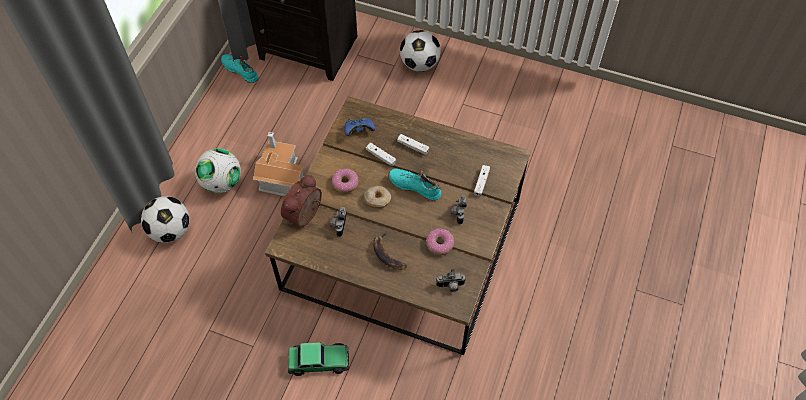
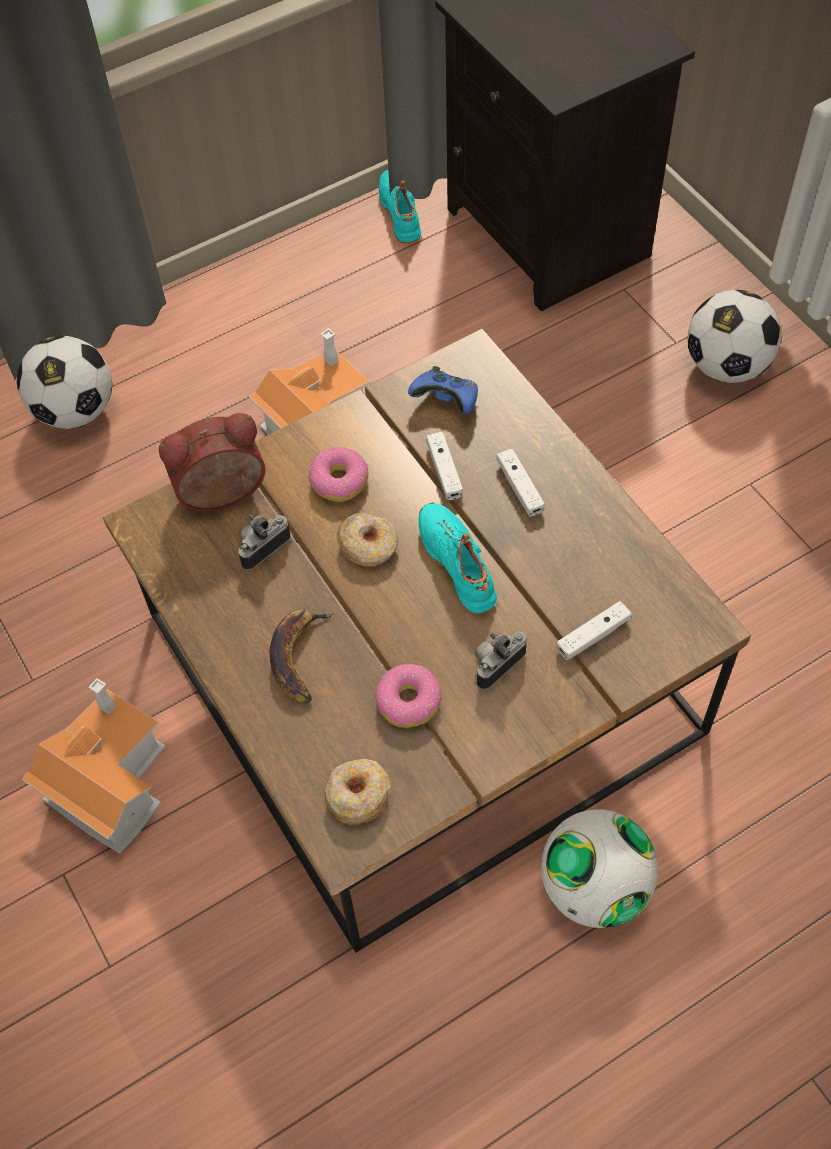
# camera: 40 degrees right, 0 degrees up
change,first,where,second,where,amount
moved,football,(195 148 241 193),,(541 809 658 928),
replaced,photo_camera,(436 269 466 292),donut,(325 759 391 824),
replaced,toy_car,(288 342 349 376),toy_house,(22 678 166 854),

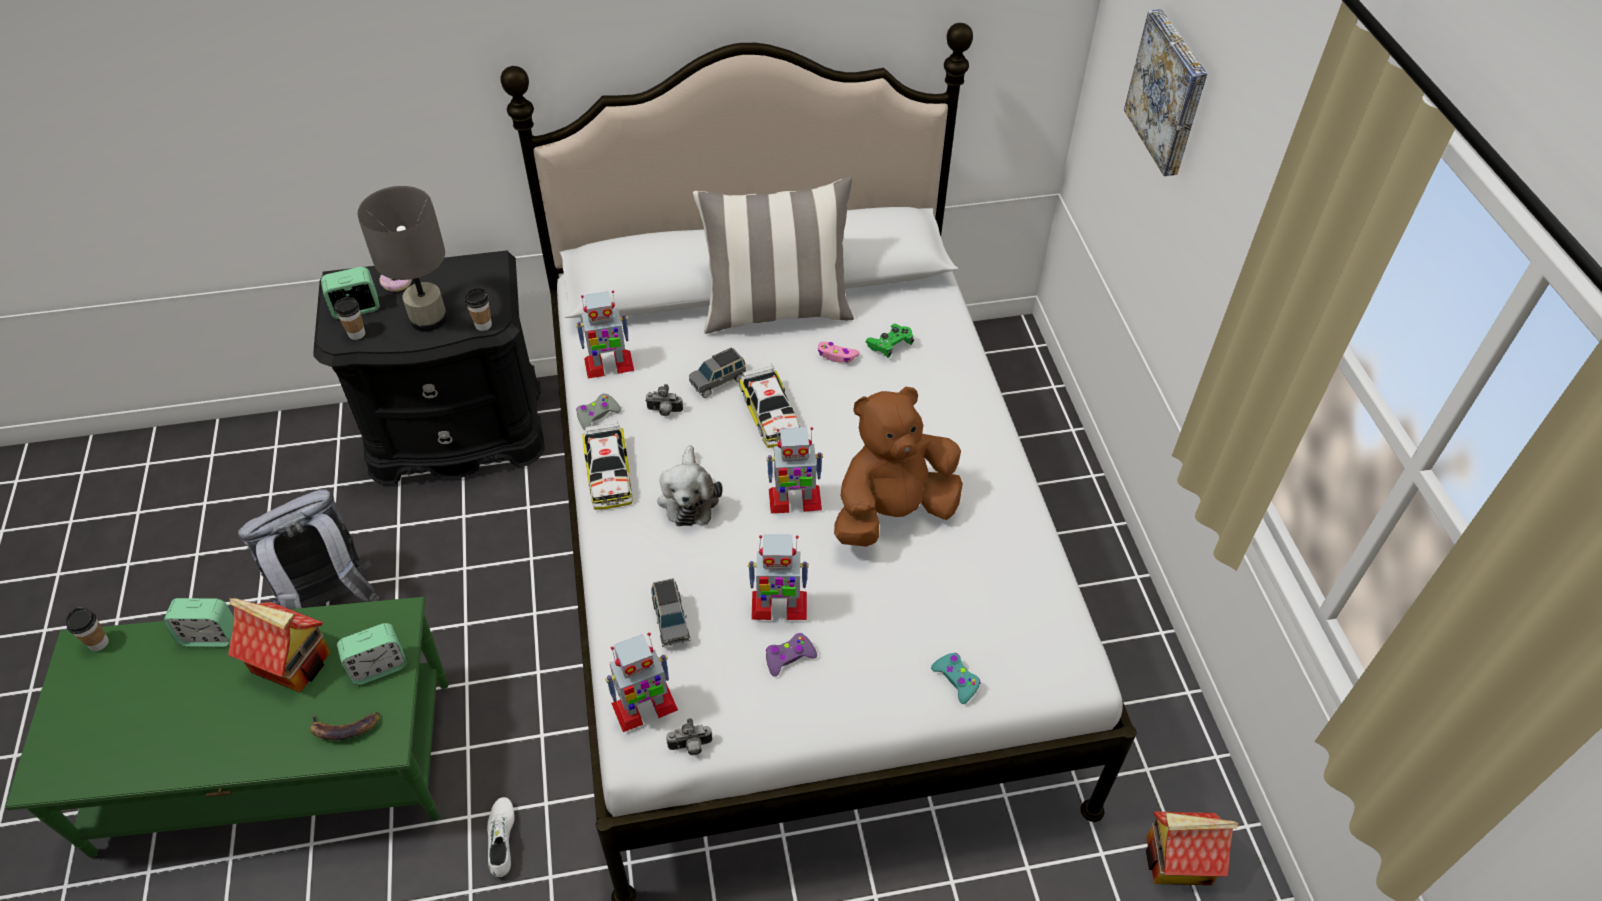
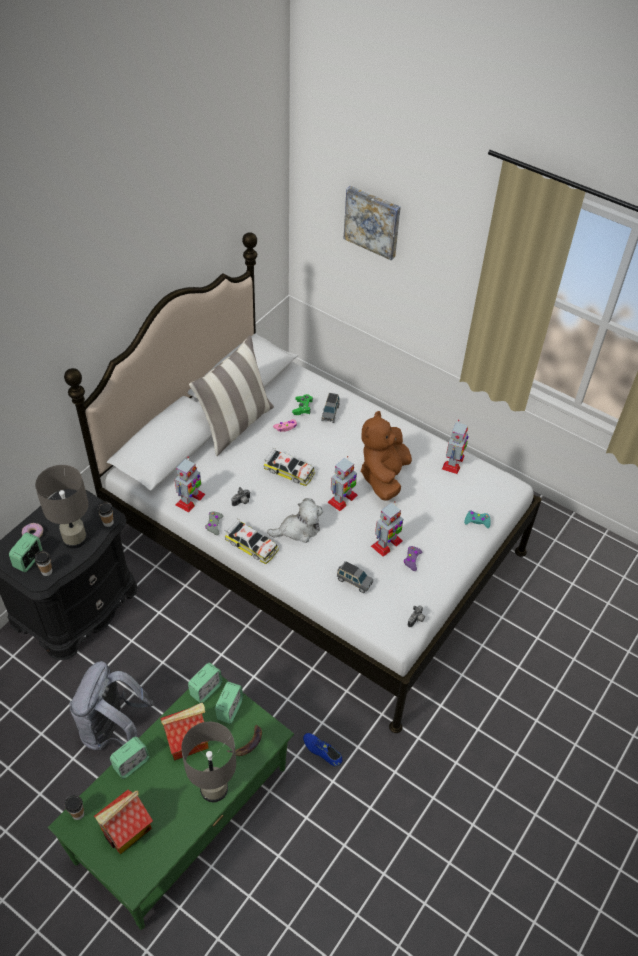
# camera: 45 degrees left, 0 degrees up
change,first,where,second,where,amount
moved,grey_toy_car,(689 348 746 398),,(321 393 340 423),
turned,plush_toy,(657 445 723 526),,(267 498 323 543),60 degrees counterclockwise
moved,toy_robot,(605 633 678 732),,(442 420 469 474),
recoloured,white_shoe,(487 797 515 878),blue_shoe,(303 733 342 767),
moved,toy_house,(1146 811 1239 885),,(94 790 153 855),
added,,,alarm_clock,(188 663 222 703),
added,,,grey_table_lamp,(181 722 236 802),

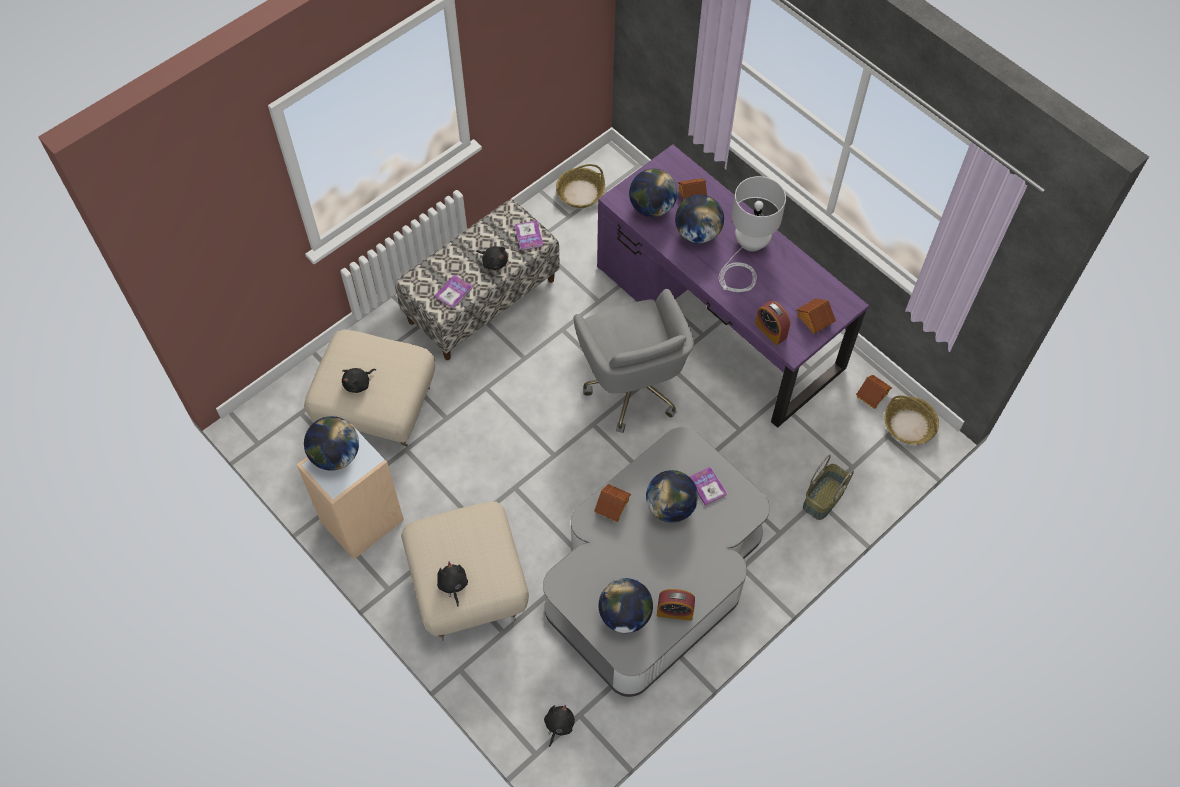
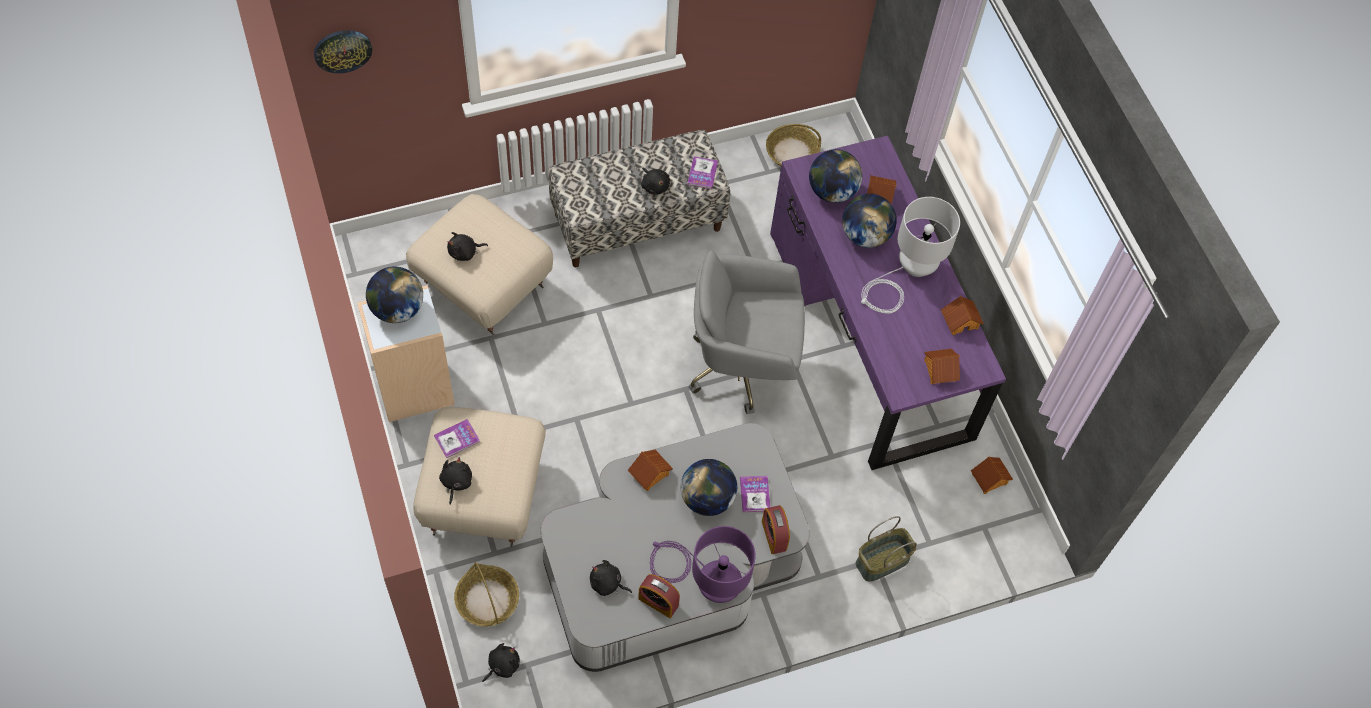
# camera: 20 degrees right, 0 degrees up
change,first,where,second,where,amount
moved,book,(435 275 473 309),,(434 419 480 458),
turned,grey_office_chair,(574 289 694 433),,(689 251 805 414),90 degrees clockwise
moved,alarm_clock,(755 301 790 345),,(762 505 790 554),
moved,basket,(884 395 939 445),,(454 562 519 626),
replaced,globe,(598 578 653 633),black_plush_toy,(590 560 632 596),
added,,,wall_clock,(314 30 372 73),
added,,,toy_house,(941 296 984 335),
added,,,purple_table_lamp,(650 526 756 603),

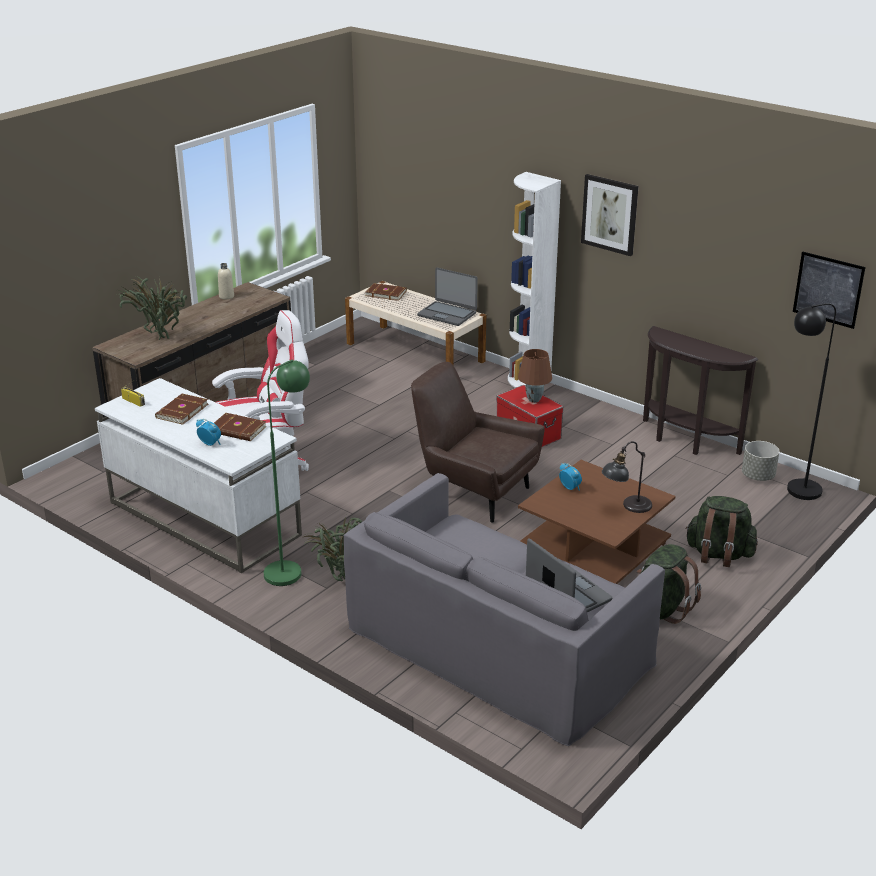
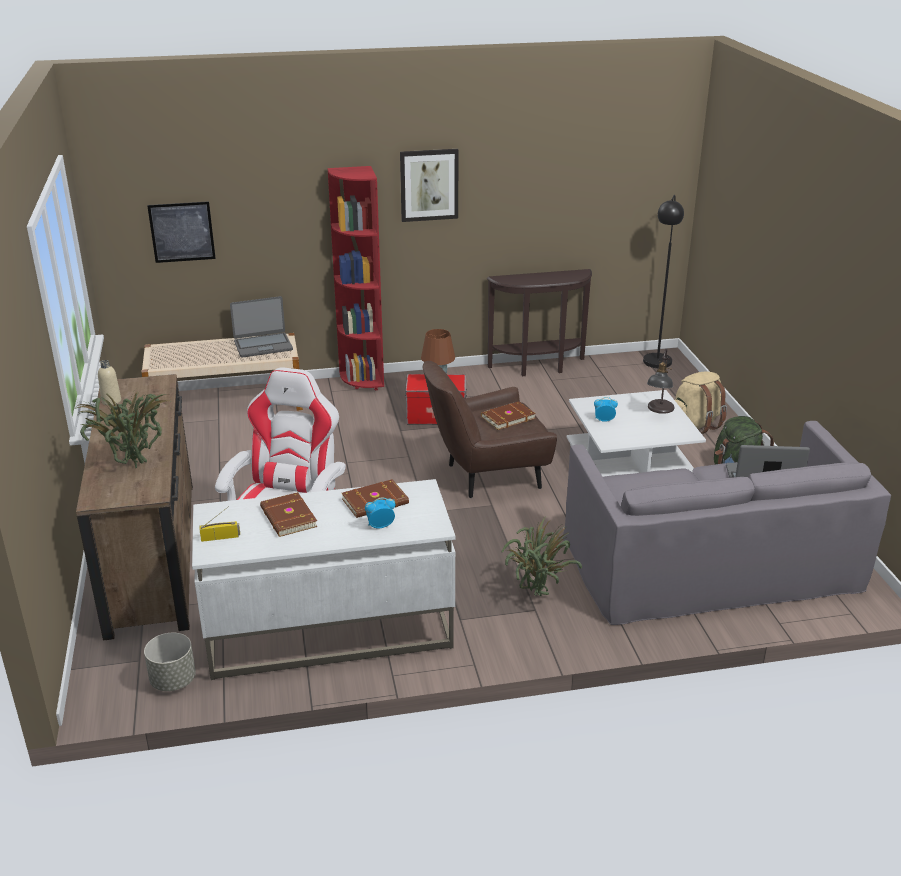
# camera: 50 degrees left, 0 degrees up
change,first,where,second,where,amount
recoloured,white_bookcase,(508 172 561 388),red_bookcase,(328 166 384 390),
moved,picture,(793 252 866 329),,(147 201 216 263),
moved,brown_book,(365 283 407 301),,(481 401 536 430),
removed,green_floor_lamp,(264 360 310 586),,,
moved,grey_planter,(742 441 780 481),,(144 633 196 691),
recoloured,brown_coffee_table,(518 460 676 584),white_coffee_table,(567 390 706 477),
recoloured,green_backpack,(686 496 758 567),beige_backpack,(675 371 727 434),

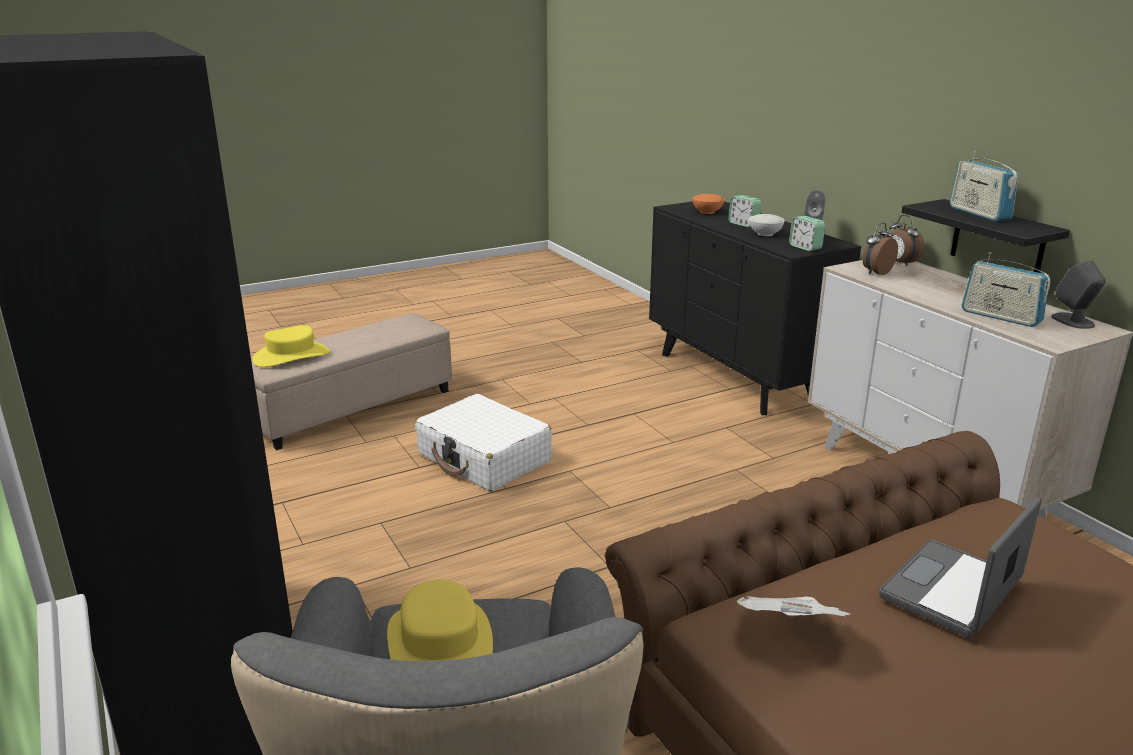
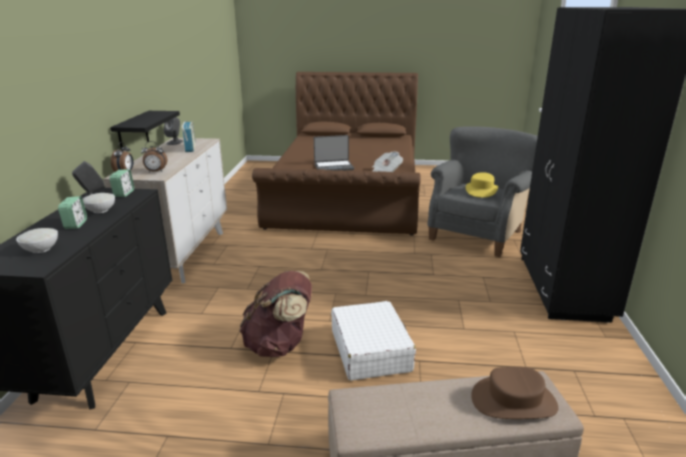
# camera: 145 degrees left, 0 degrees up
change,first,where,second,where,amount
removed,radio,(950 151 1019 221),,,
recoloured,orange_bowl,(692 194 725 214),white_bowl,(16 228 58 253),
recoloured,yellow_hat,(252 325 330 367),brown_hat,(471 367 559 419),
added,,,brown_backpack,(239 271 312 357),

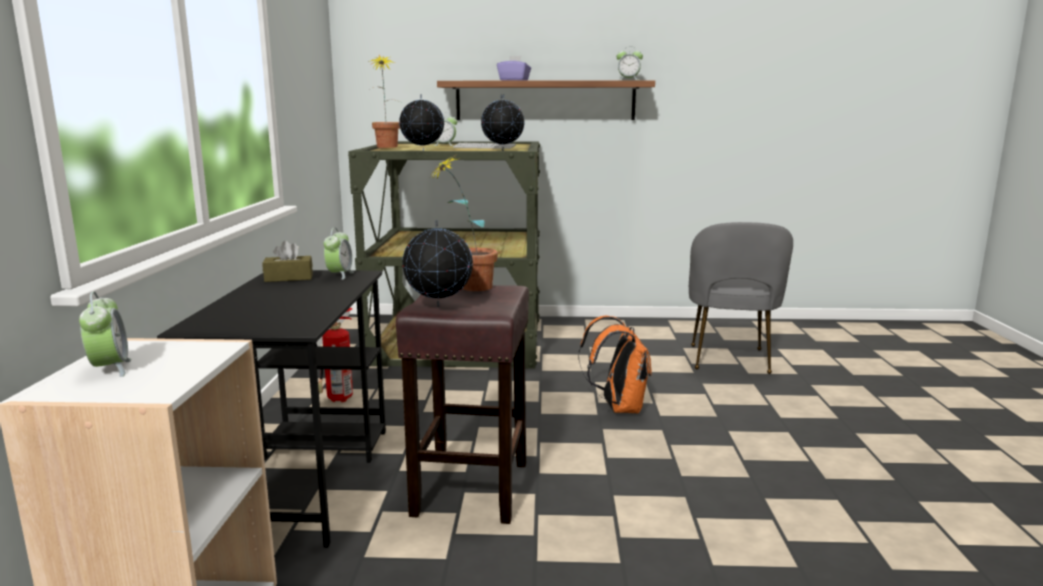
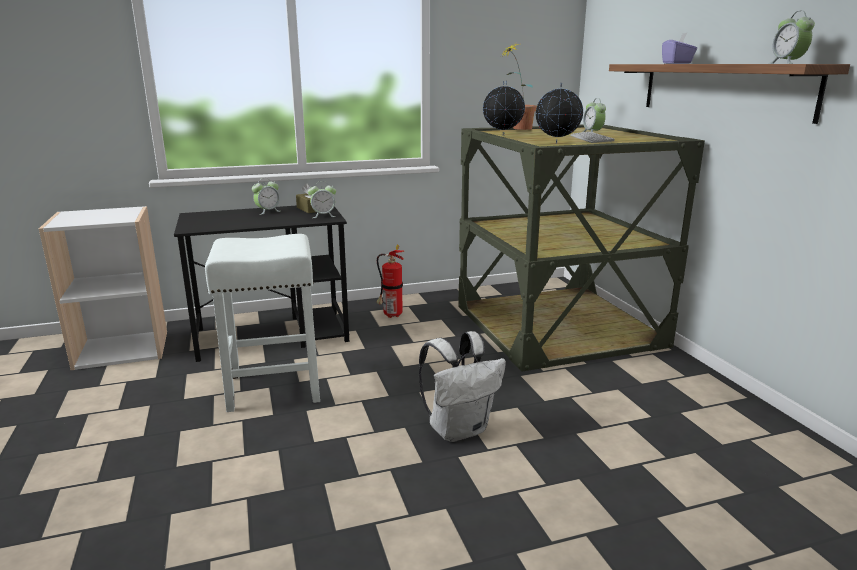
# camera: 70 degrees right, 5 degrees up
change,first,where,second,where,amount
removed,potted_plant,(428 157 498 291),,,
removed,globe,(402 220 473 307),,,
removed,grey_chair,(689 222 793 374),,,
recoloured,brown_stool,(396 285 529 524),white_stool,(205 234 320 412),
moved,alarm_clock,(79 292 131 377),,(252 178 280 215),
recoloured,orange_backpack,(578 316 652 414),white_backpack,(419 331 506 442),

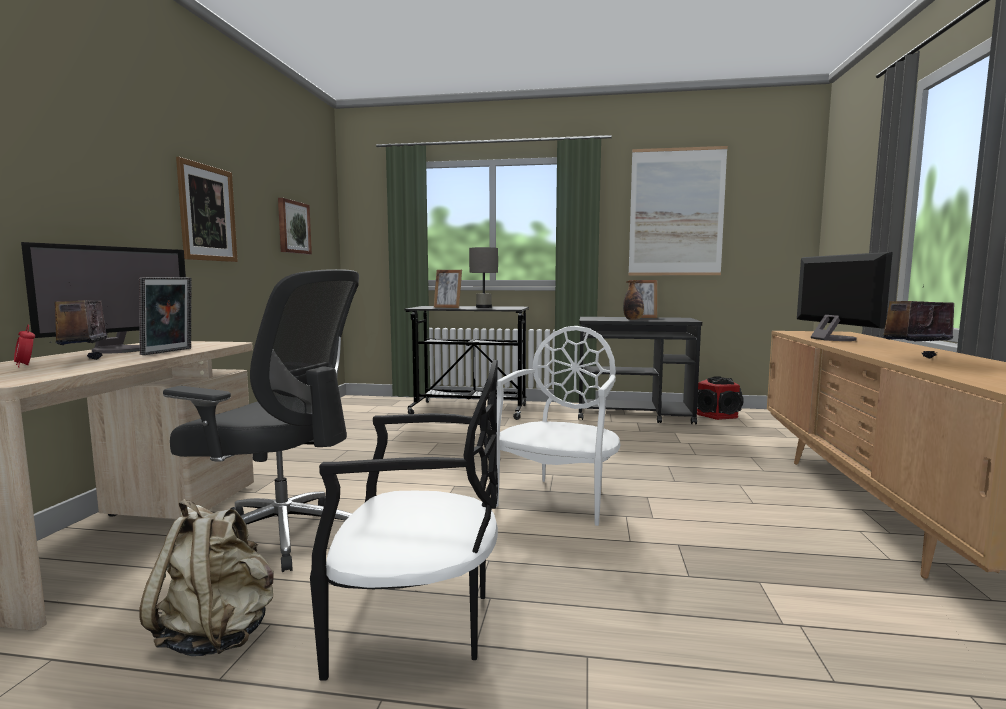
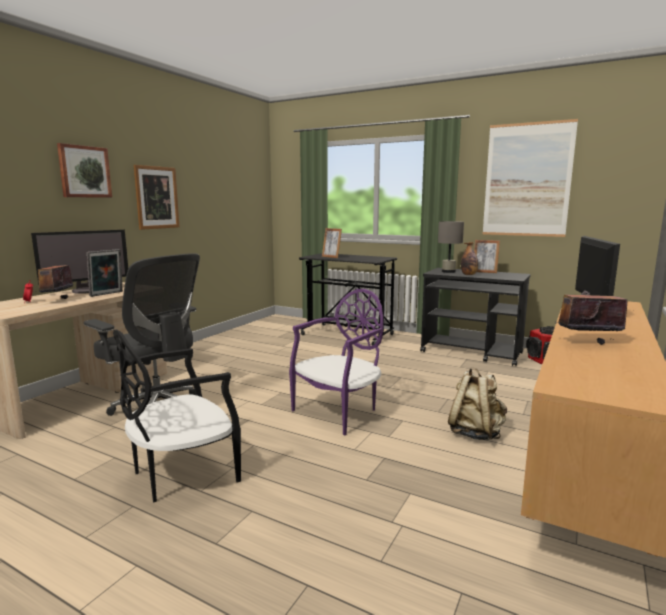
# camera: 20 degrees right, 5 degrees up
change,first,where,second,where,amount
moved,picture,(278 198 312 254),,(57 143 112 198),
moved,grey_table_lamp,(469 247 498 308),,(438 221 464 273),
recoloured,white_chair,(496 326 620 526),purple_chair,(289 289 383 435),
turned,black_chair,(310 360 498 681),,(113 329 241 502),120 degrees clockwise
moved,beige_backpack,(140 499 274 656),,(448 367 507 440),

